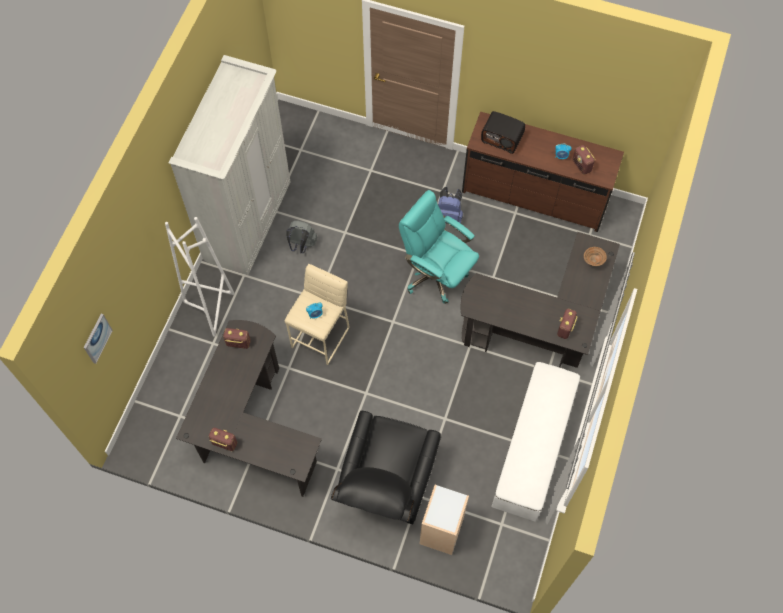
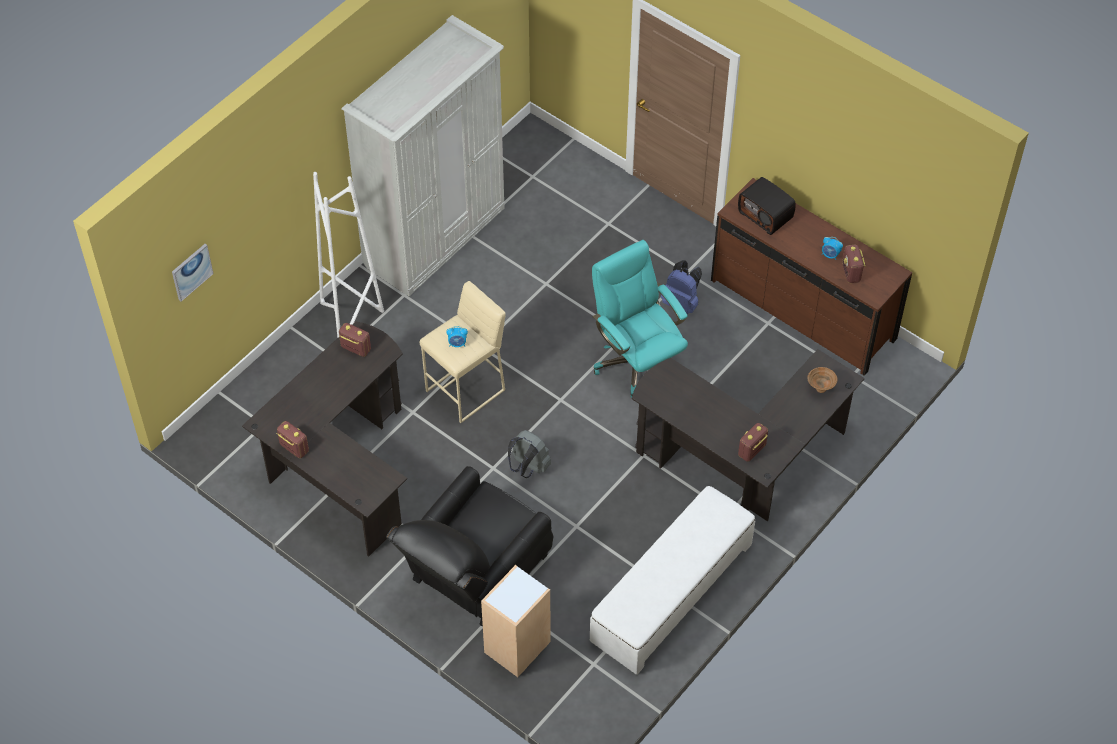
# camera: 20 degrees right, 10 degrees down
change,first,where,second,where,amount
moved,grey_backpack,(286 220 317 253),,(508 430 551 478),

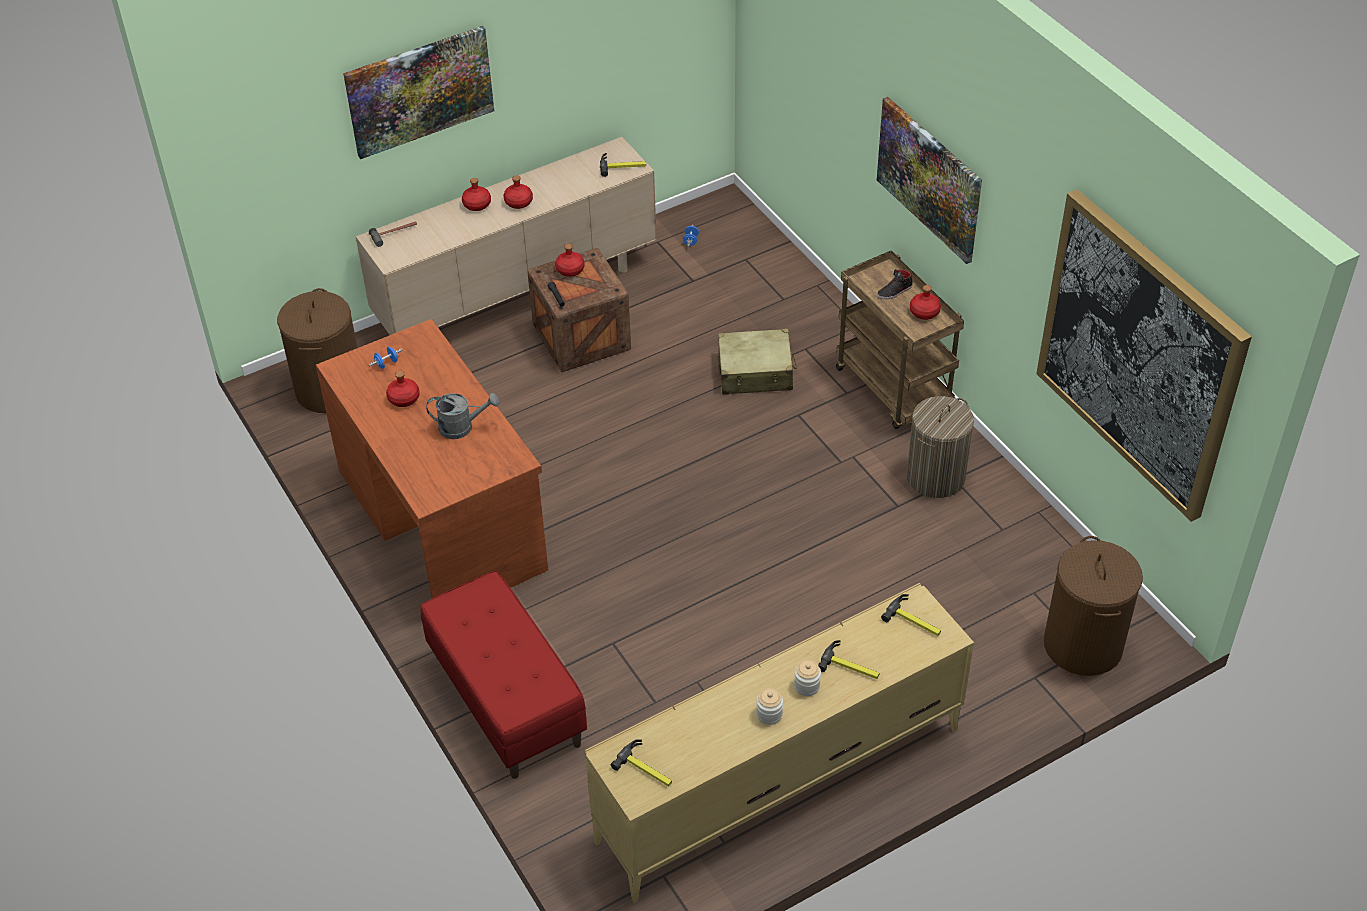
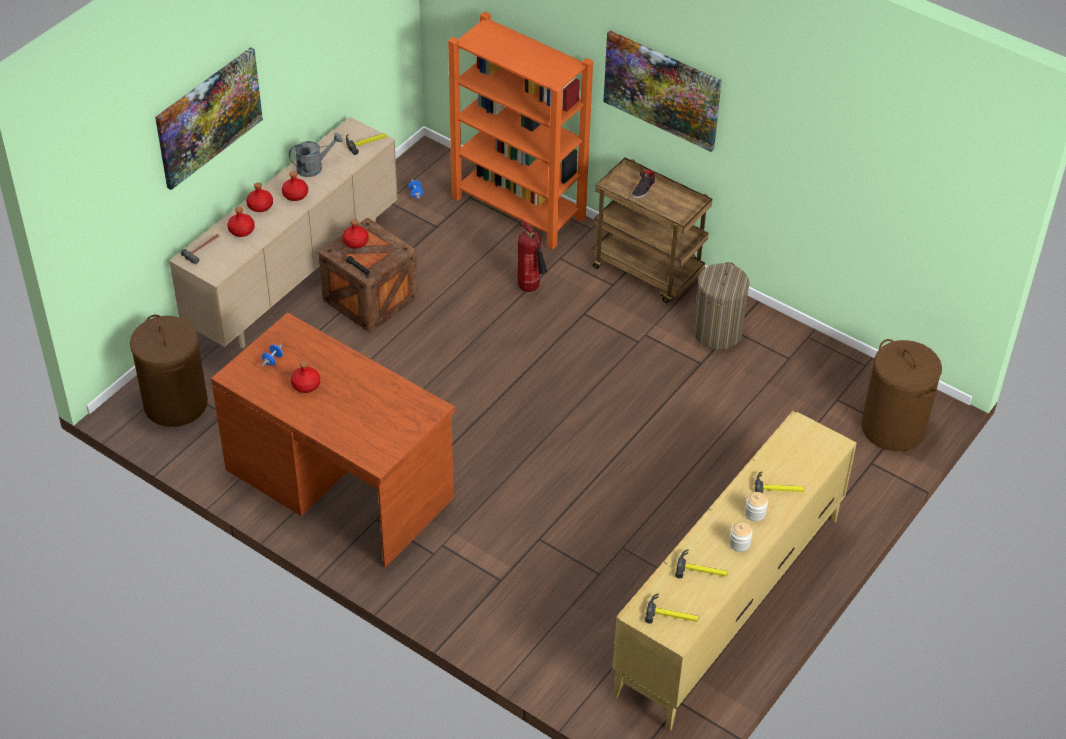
# camera: 25 degrees left, 0 degrees up
change,first,where,second,where,amount
removed,picture,(1036 189 1252 522),,,
moved,red_bottle,(910 285 941 320),,(227 207 255 237),
replaced,beige_suitcase,(718 329 797 395),fire_extinguisher,(518 219 547 292),
moved,grey_watering_can,(426 393 499 439),,(289 133 343 177),
removed,red_bench,(420 571 587 779),,,
moved,hammer,(881 594 941 636),,(675 549 728 578),
added,,,orange_bookcase,(448 12 593 249),

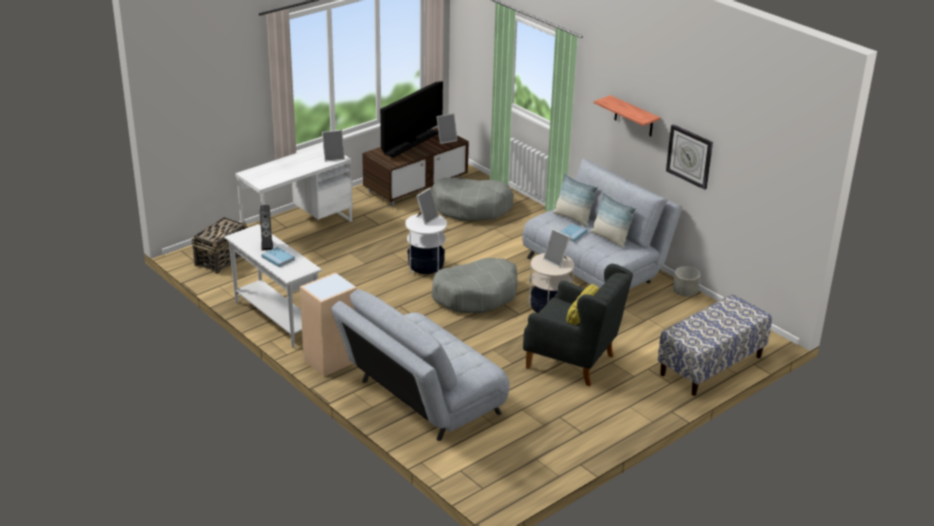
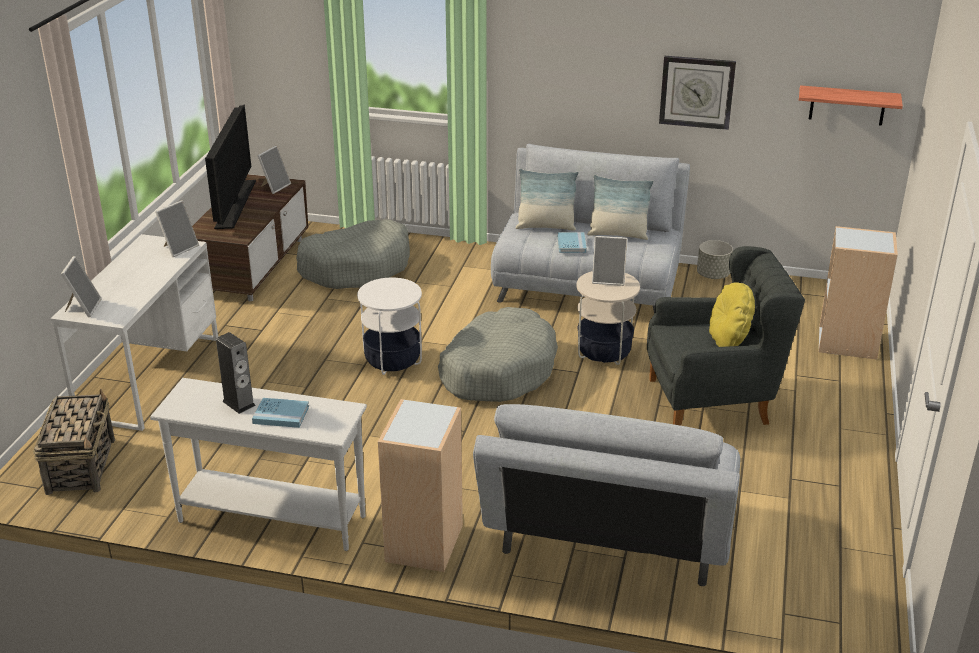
# camera: 35 degrees left, 0 degrees up
change,first,where,second,where,amount
moved,shelf,(594 95 660 137),,(799 85 903 126),
moved,picture_frame,(416 188 439 225),,(61 256 102 317),
replaced,bench,(658 295 772 396),bookcase,(818 226 898 360),

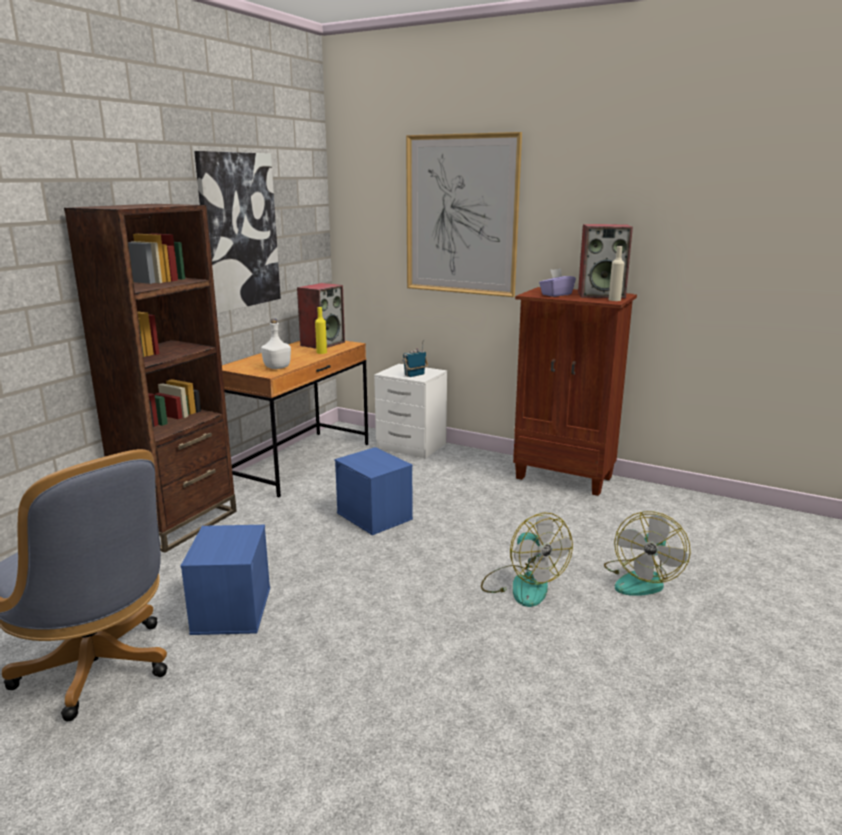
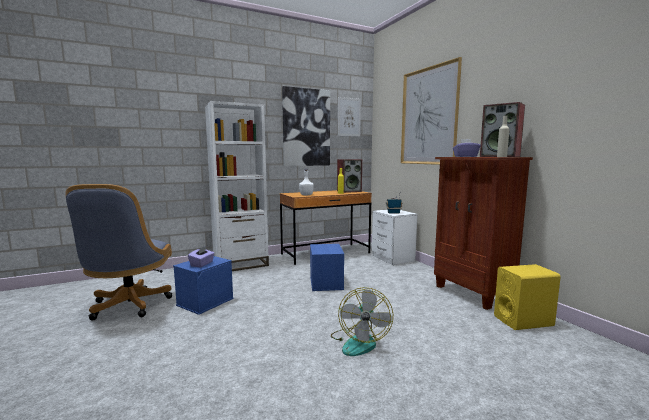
# camera: 35 degrees right, 10 degrees down
change,first,where,second,where,amount
recoloured,brown_bookcase,(64 204 237 553),white_bookcase,(205 101 269 271),
removed,fan,(604 511 691 596),,,
added,,,picture,(338 97 361 137),
added,,,purple_tissue_box,(188 246 215 267),
added,,,yellow_speaker,(494 264 561 330),

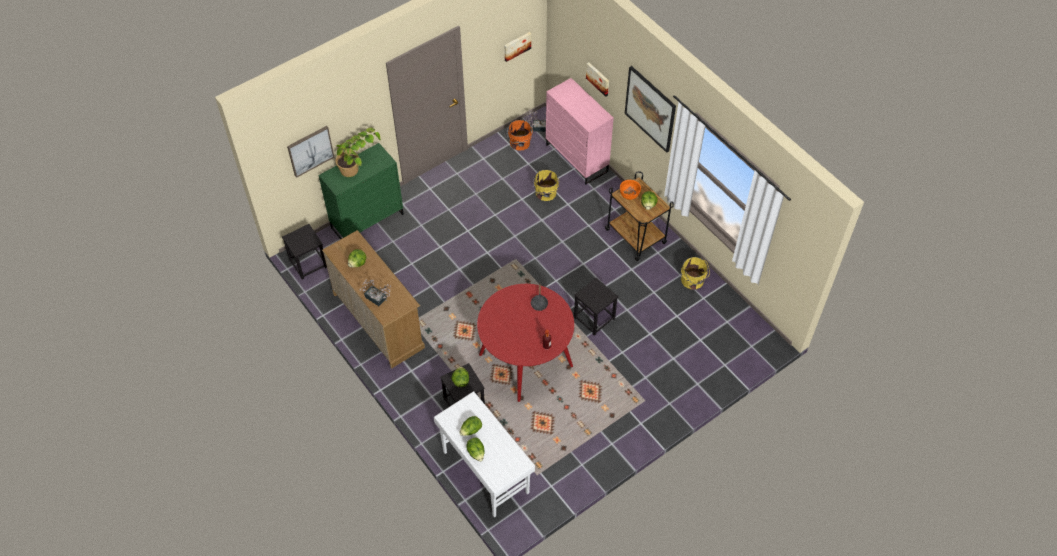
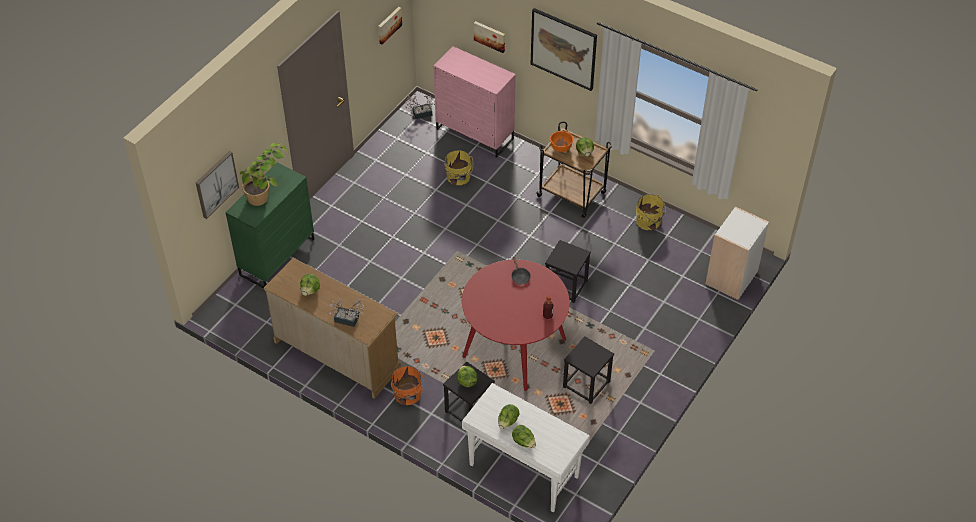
# camera: 20 degrees left, 5 degrees down
change,first,where,second,where,amount
moved,orange_bucket,(507 120 533 150),,(391 366 424 405),
moved,black_stool,(282 224 327 280),,(563 336 614 404),
added,,,white_bookcase,(705 207 769 300),

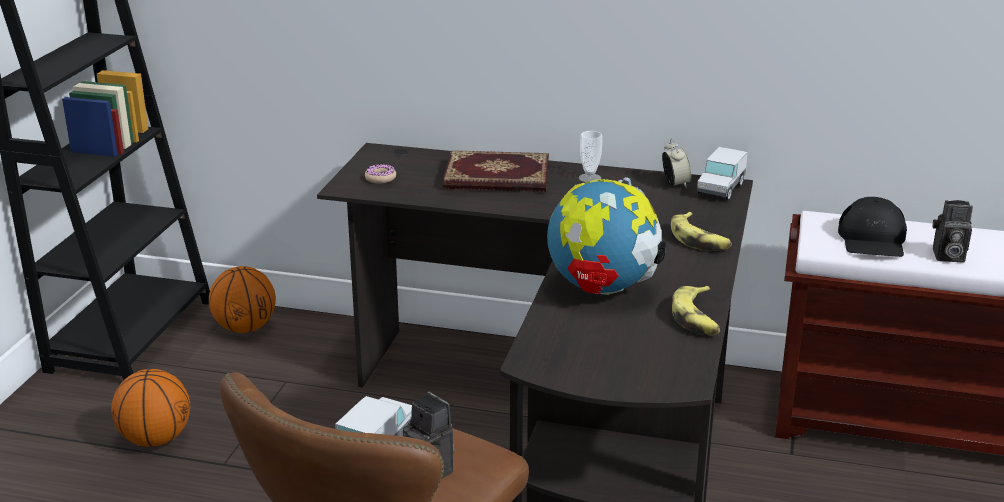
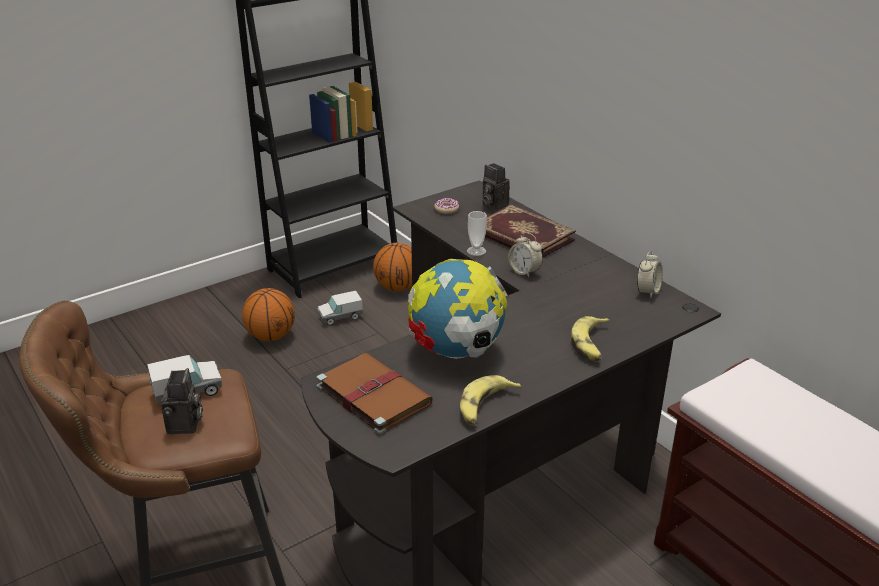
# camera: 40 degrees right, 5 degrees up
change,first,where,second,where,amount
moved,cup,(579 131 602 182),,(467 211 487 256),
moved,toy_truck,(697 147 748 200),,(318 291 363 325),
removed,black_cap,(838 197 907 257),,,
moved,photo_camera,(933 200 973 263),,(482 163 510 211),
added,,,alarm_clock,(508 232 543 277),
added,,,brown_book,(317 353 433 435),

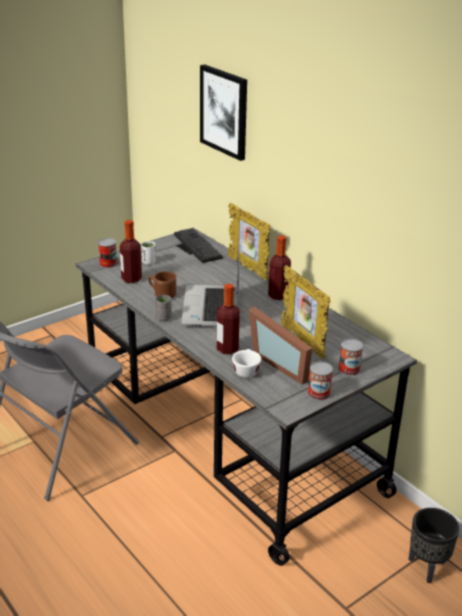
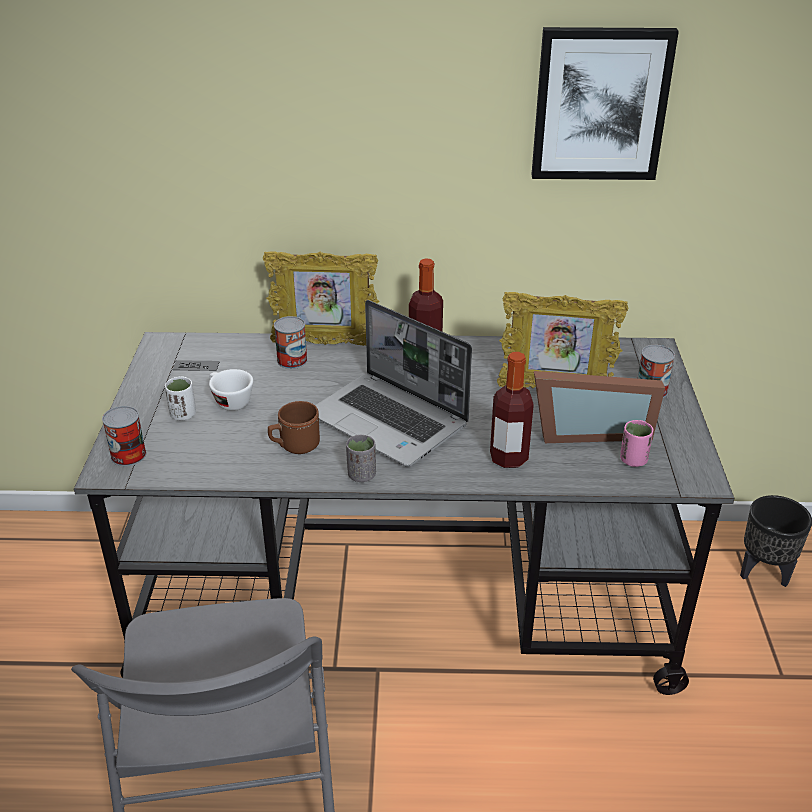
# camera: 50 degrees left, 5 degrees up
change,first,where,second,where,amount
moved,picture,(200 64 247 161),,(531 27 679 180),
removed,bottle,(120 220 142 283),,,
removed,keyboard,(174 228 222 263),,,
moved,white_cup,(232 349 261 378),,(209 369 253 411),
moved,can,(308 362 333 401),,(274 316 308 369),
added,,,pink_cup,(620 420 654 467),

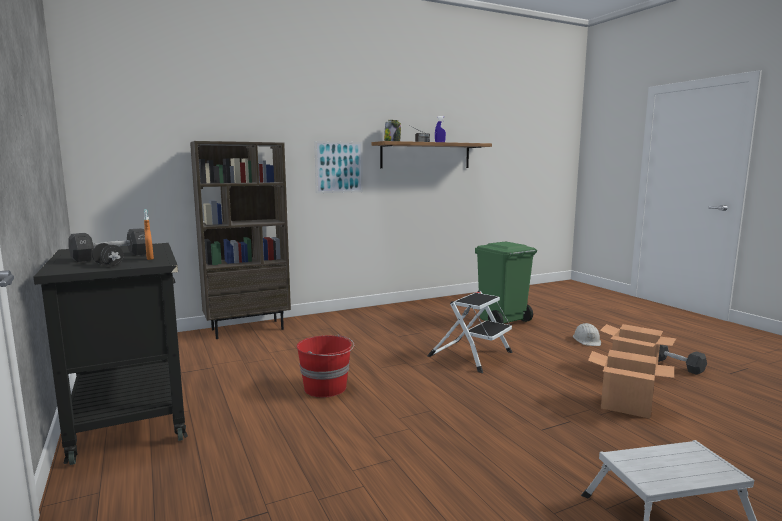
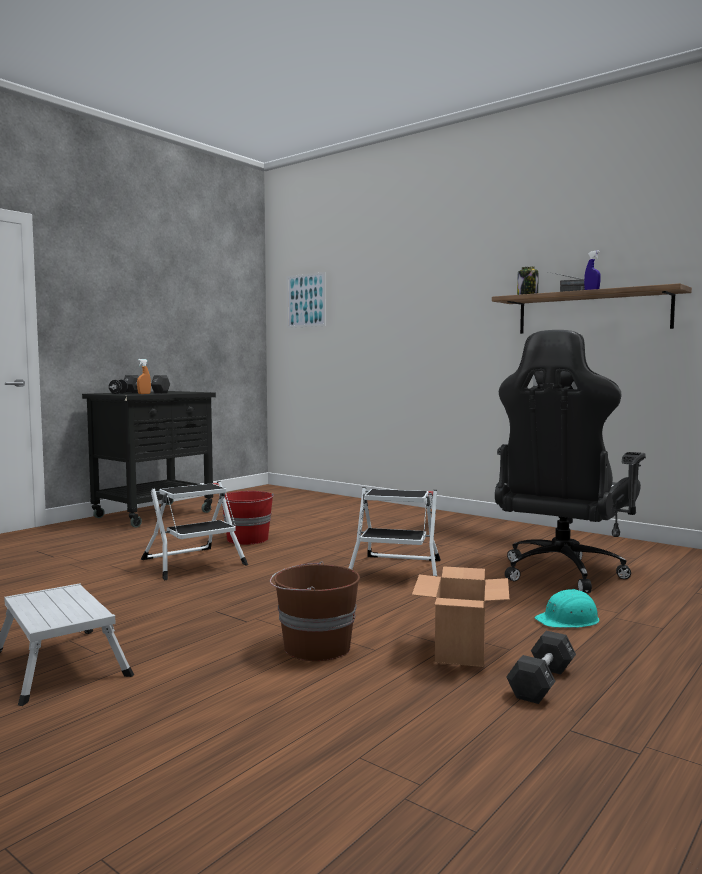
# camera: 65 degrees right, 5 degrees down
change,first,where,second,where,amount
removed,brown_bookcase,(190 141 291 339),,,
moved,picture,(314 141 363 193),,(287 272 326 328),
replaced,green_trash_can,(475 242 537 324),black_office_chair,(495 330 646 593),
recoloured,white_hard_hat,(573 323 601 346),turquoise_hard_hat,(535 589 599 628),
replaced,cardboard_box,(588 350 674 419),brown_bucket,(270 562 360 661),
added,,,step_ladder,(141 481 248 580),

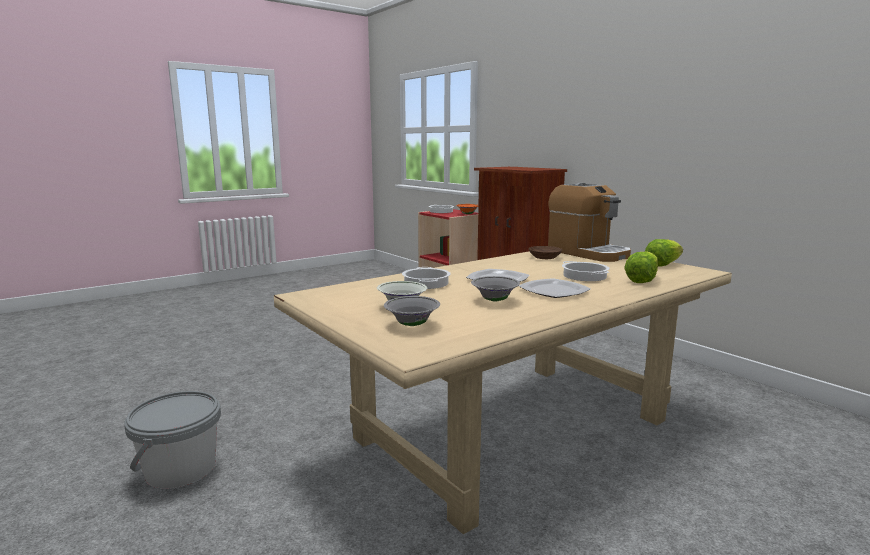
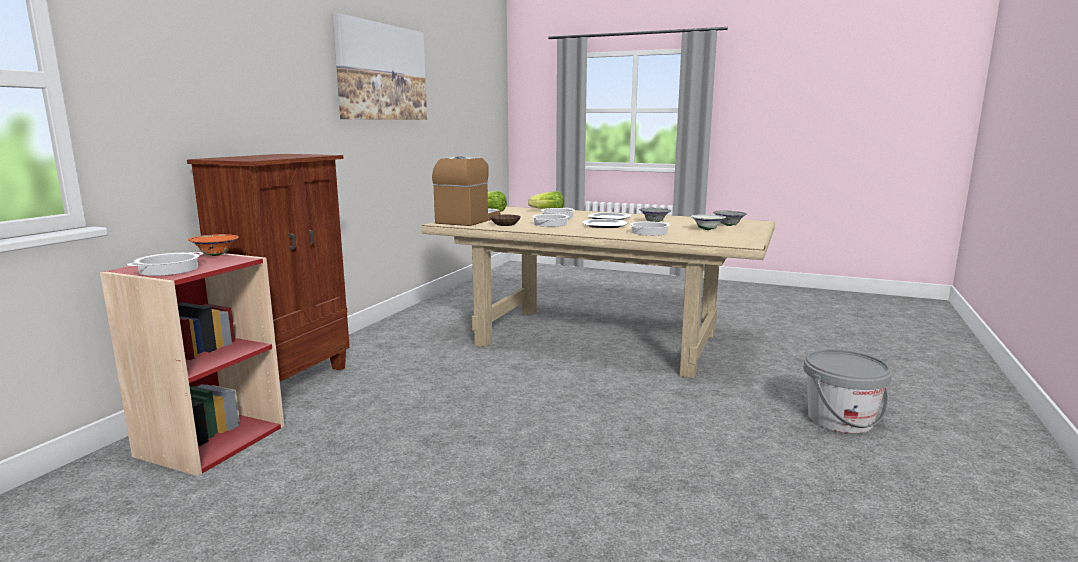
# camera: 120 degrees left, 0 degrees up
change,first,where,second,where,amount
added,,,picture,(333 13 427 120),
added,,,cooking_pot,(532 214 569 227),

